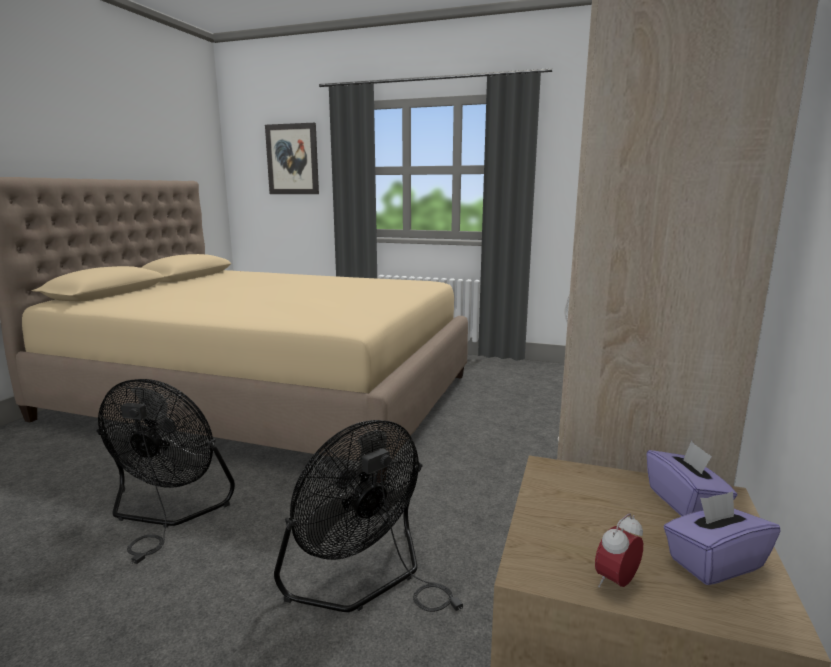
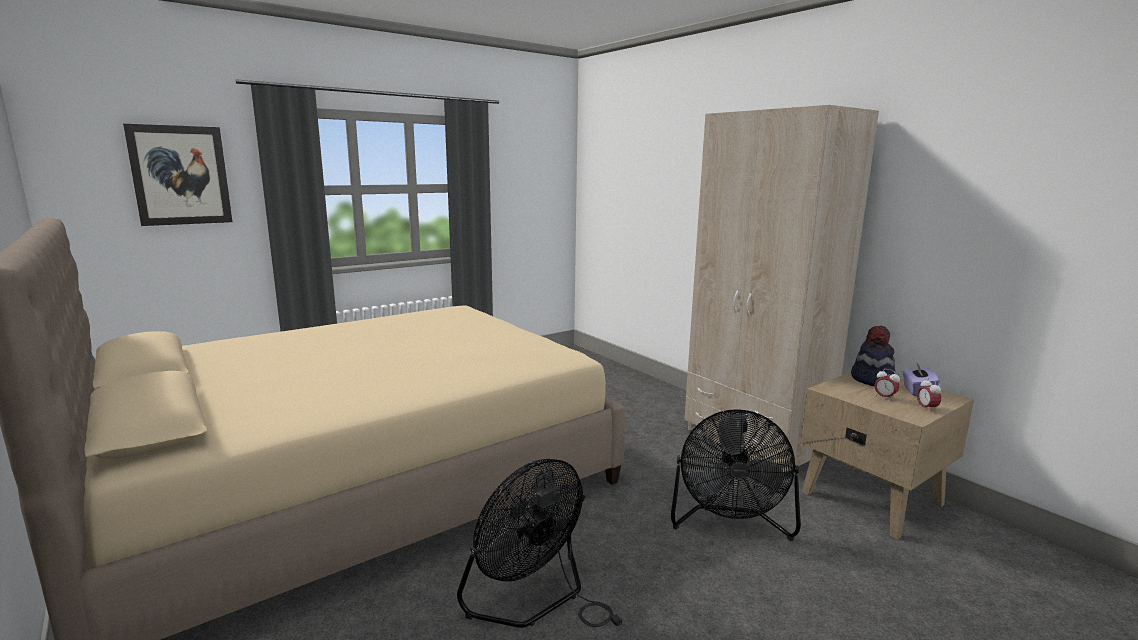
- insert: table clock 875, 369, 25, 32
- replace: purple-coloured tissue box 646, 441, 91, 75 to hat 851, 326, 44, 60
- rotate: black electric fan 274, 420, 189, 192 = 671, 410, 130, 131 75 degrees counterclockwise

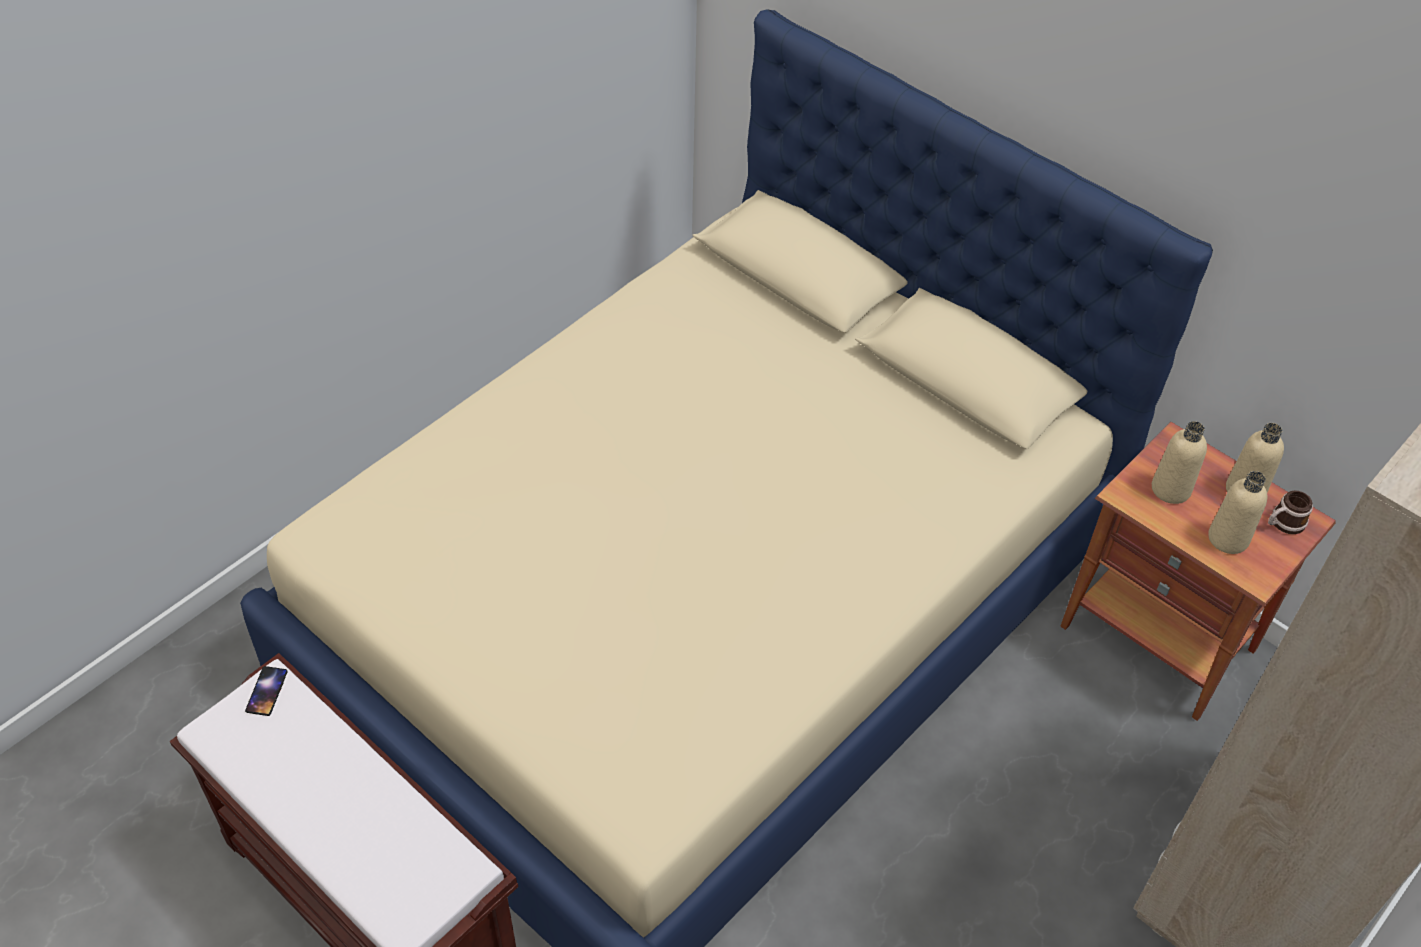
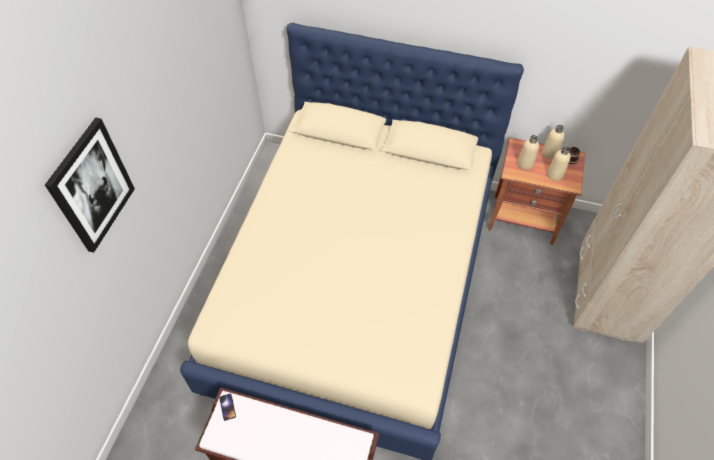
- insert: wall art 45, 117, 90, 136

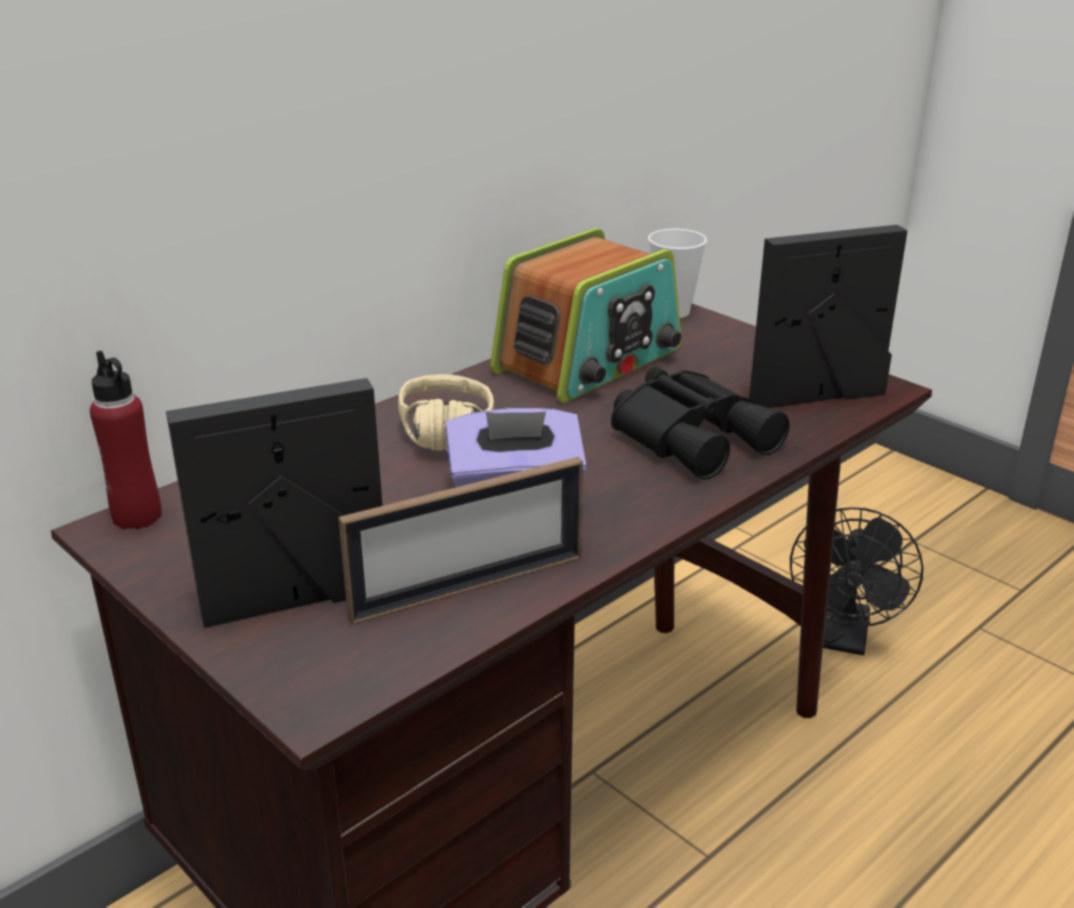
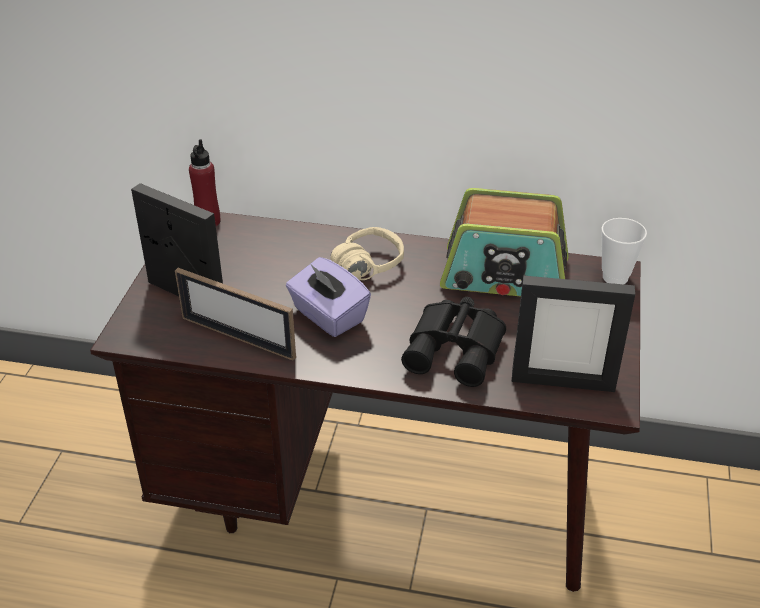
- delete: black electric fan 790, 507, 133, 148
- rotate: photo frame 749, 225, 158, 183 = 512, 276, 123, 116 150 degrees clockwise

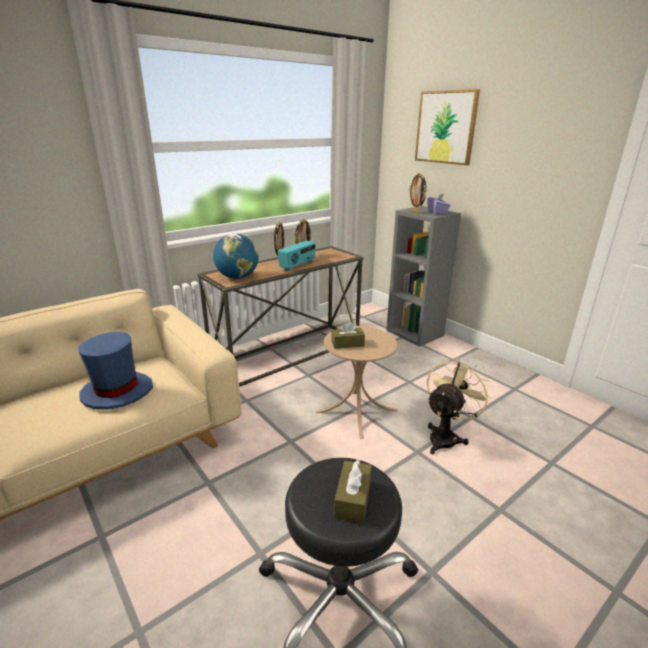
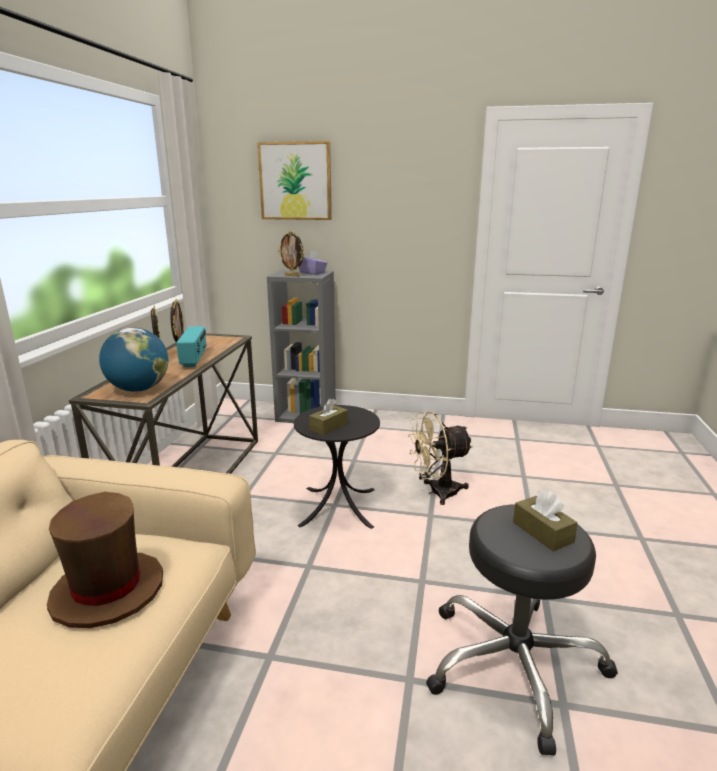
- recolor: bluish hat 78, 332, 75, 78 to brown-coloured hat 47, 492, 116, 136
- recolor: beige-coloured accent table 316, 326, 82, 113 to black accent table 294, 405, 86, 124
- rotate: beige-coloured electric fan 427, 357, 64, 97 = 407, 412, 66, 93 105 degrees counterclockwise

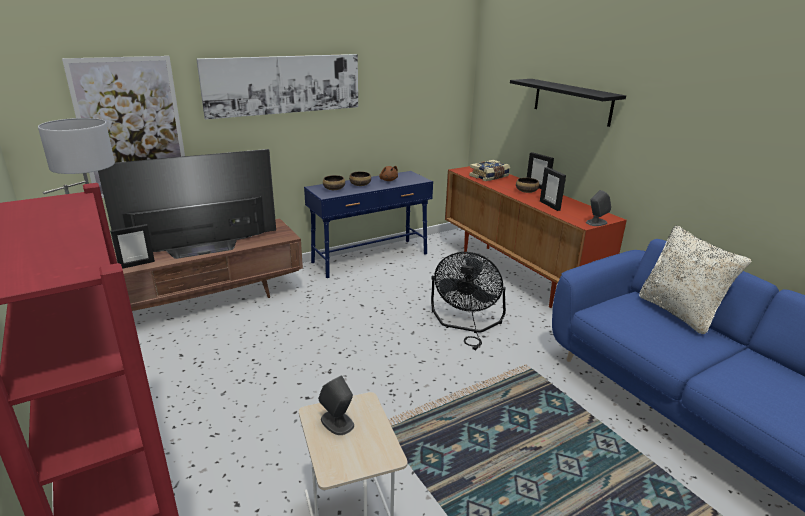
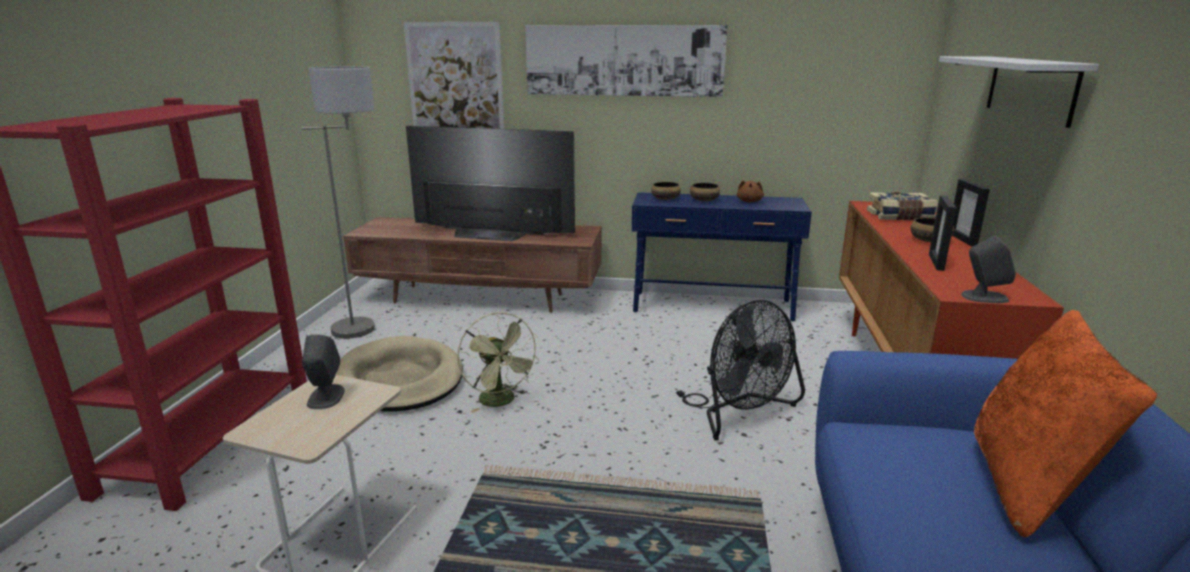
- delete: photo frame 110, 224, 45, 45
- insert: beige-coloured pet bed 336, 336, 127, 76
- insert: green-coloured electric fan 458, 312, 82, 101
- recolor: black wall shelf 510, 79, 116, 48 to white wall shelf 939, 56, 160, 72
- recolor: beige-coloured pillow 639, 225, 112, 109 to orange pillow 974, 310, 184, 228
- rotate: black electric fan 431, 252, 75, 98 = 677, 300, 128, 140 90 degrees clockwise

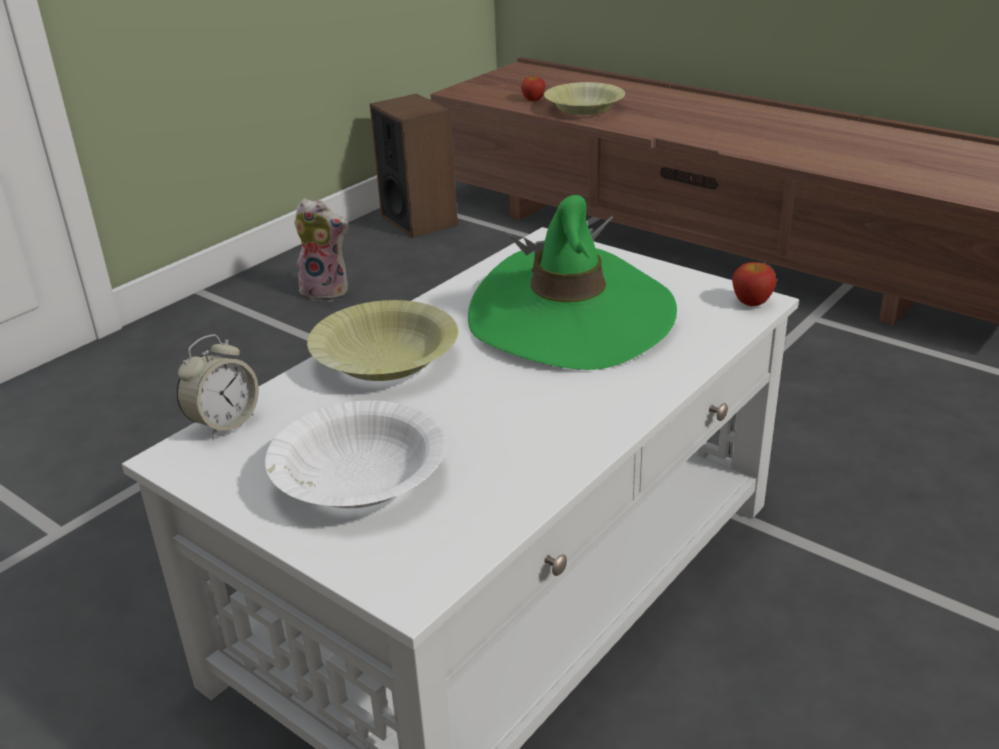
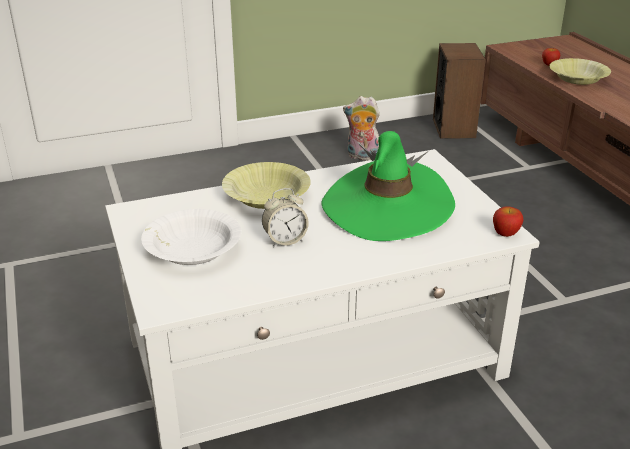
- move: table clock 177, 334, 82, 105 to 262, 188, 47, 59
- rotate: cuddly toy 294, 198, 54, 103 = 343, 96, 37, 65 150 degrees clockwise

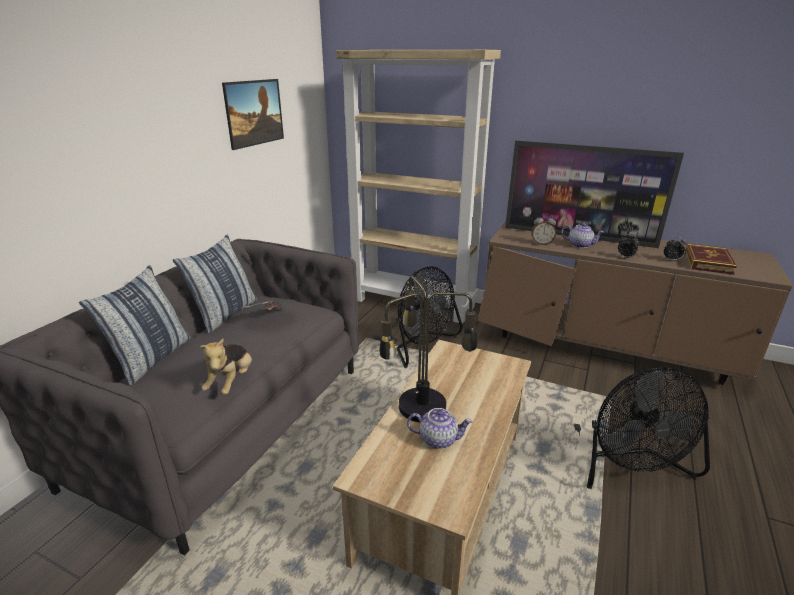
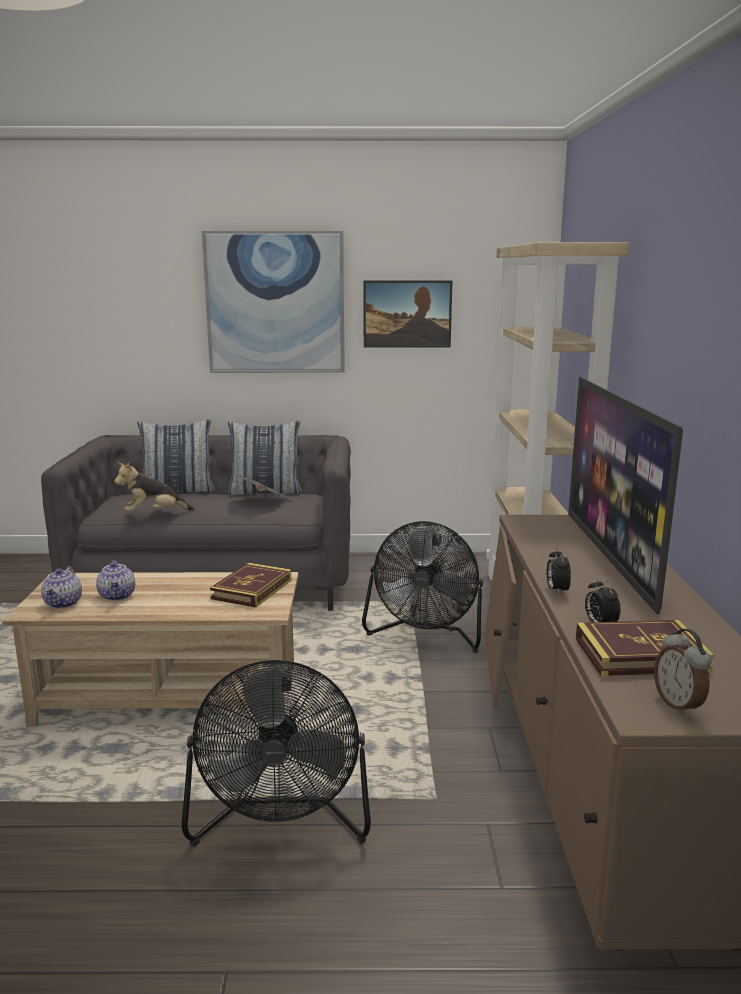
- delete: tabletop lamp 380, 276, 97, 146
- insert: wall art 202, 231, 143, 142
- insert: book 210, 563, 81, 45
- move: table clock 531, 214, 25, 31 to 654, 629, 57, 87
- move: pot for tea 561, 223, 43, 25 to 41, 566, 41, 42
- rotate: black electric fan 574, 367, 136, 122 = 181, 660, 190, 187 60 degrees counterclockwise

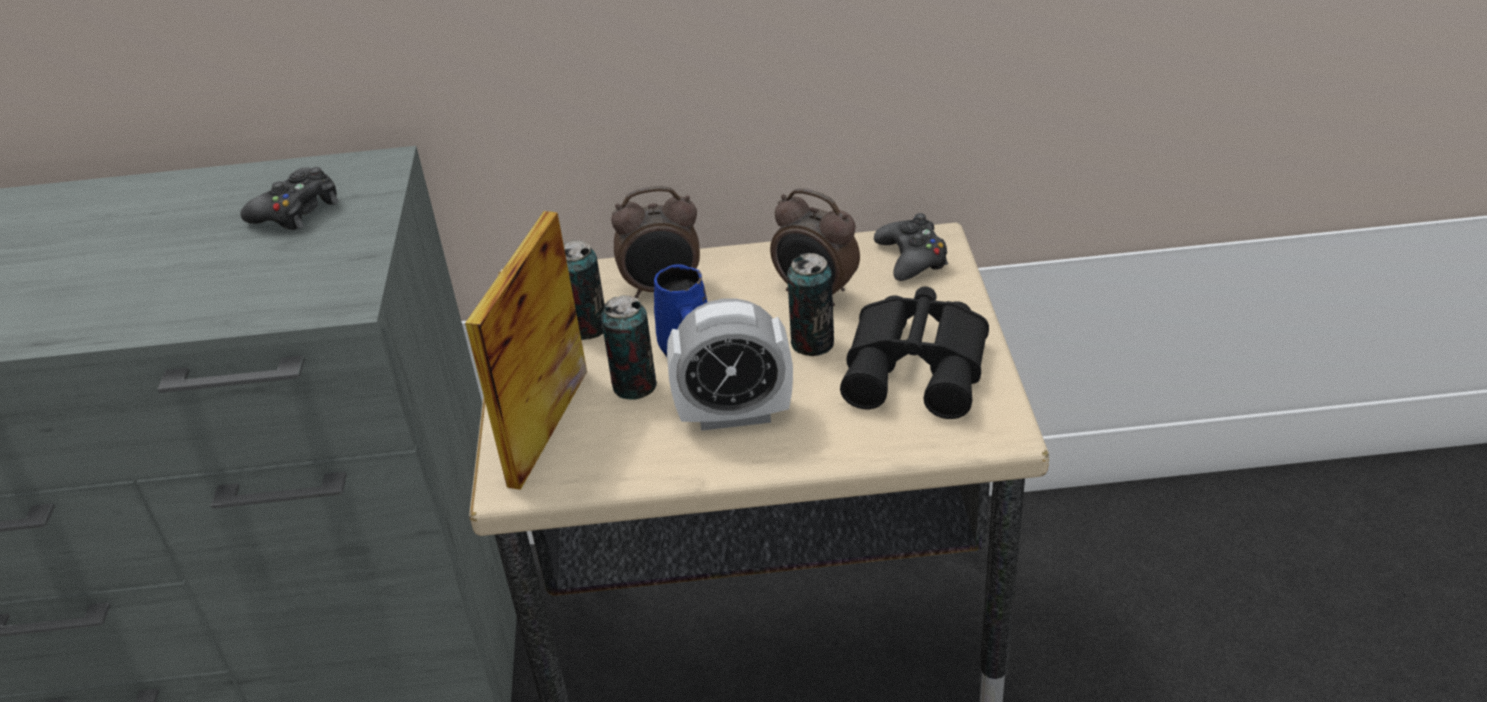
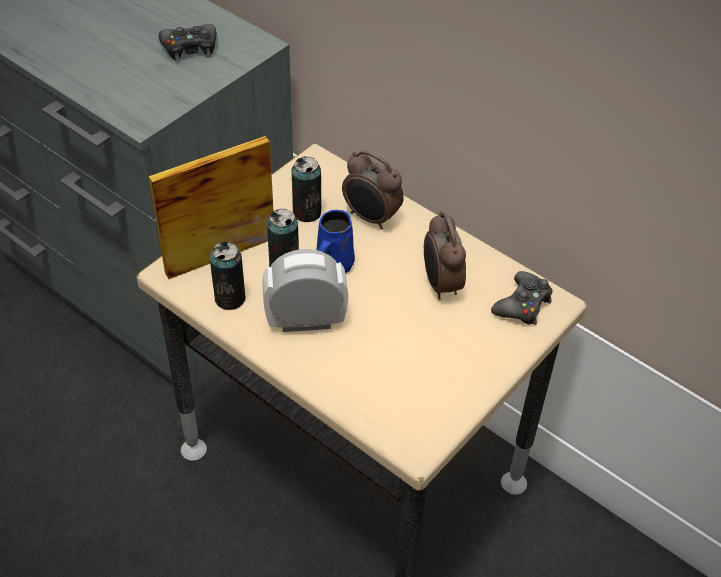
- delete: black field glasses 840, 286, 149, 133
- move: can 787, 253, 47, 103 to 210, 242, 36, 68
- rotate: table clock 667, 298, 126, 133 = 262, 249, 86, 83 135 degrees clockwise

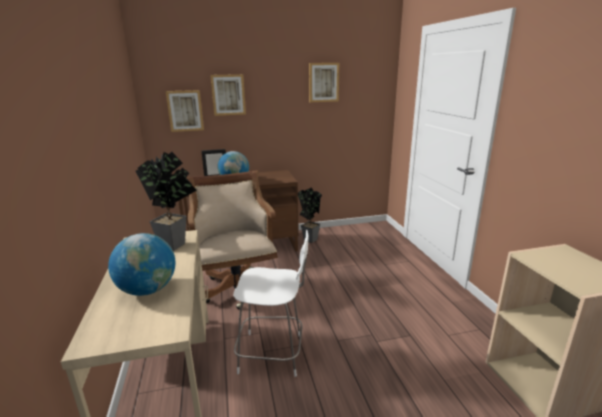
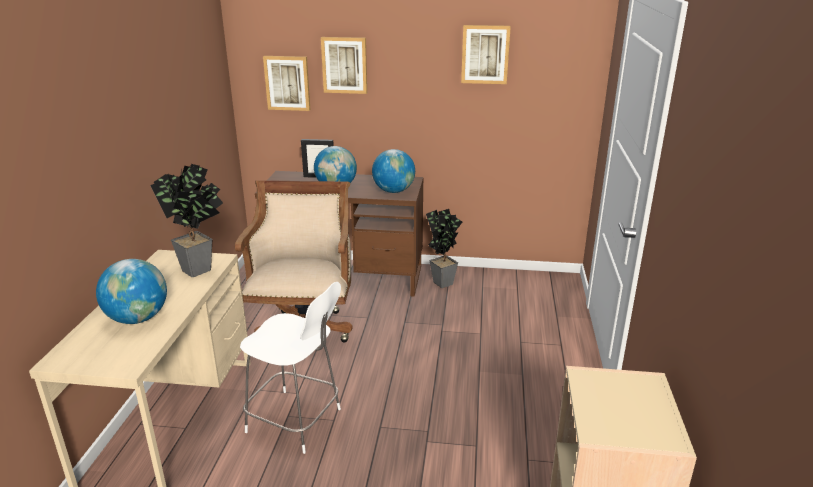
- insert: desk globe 372, 149, 43, 44

